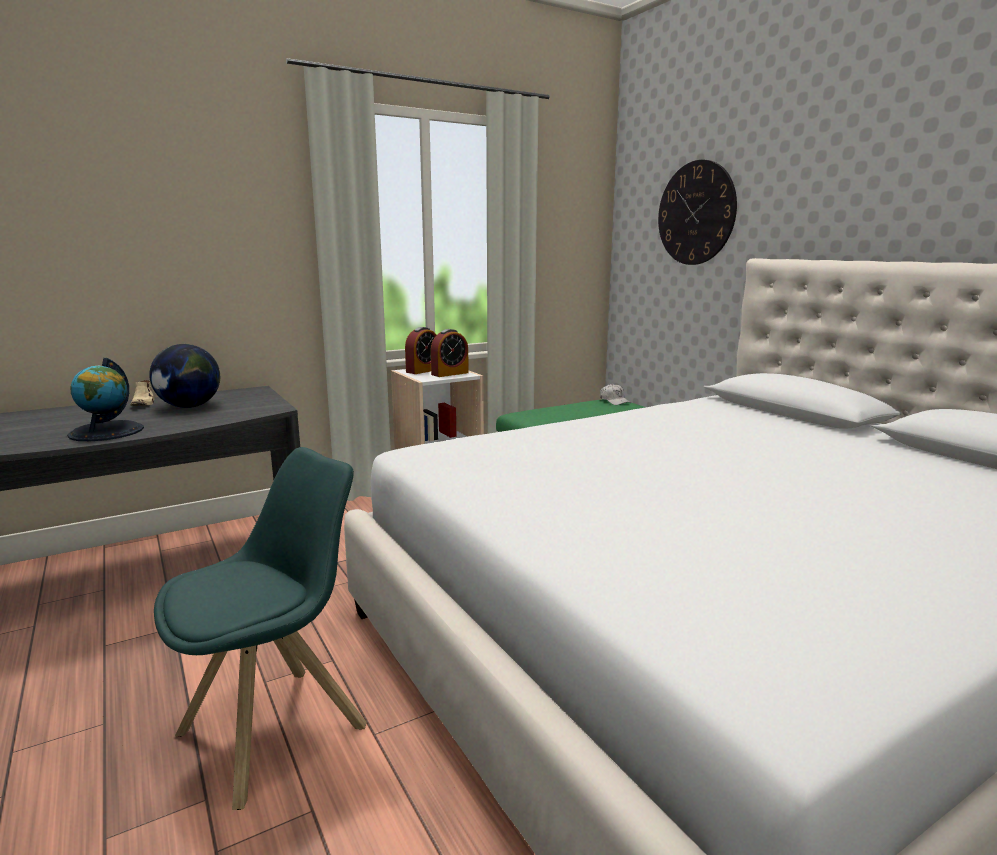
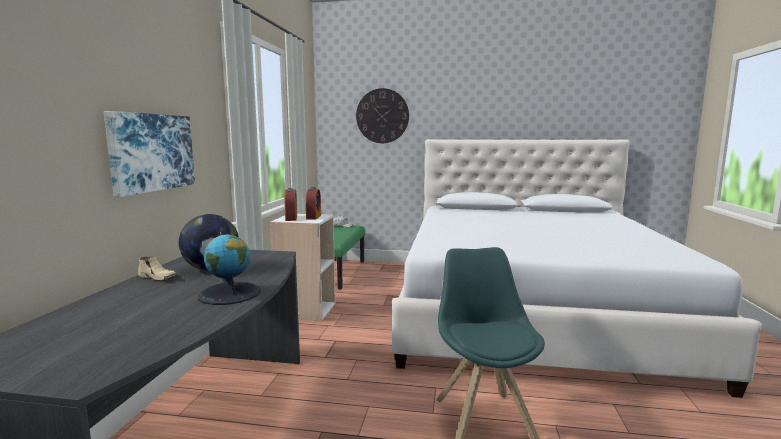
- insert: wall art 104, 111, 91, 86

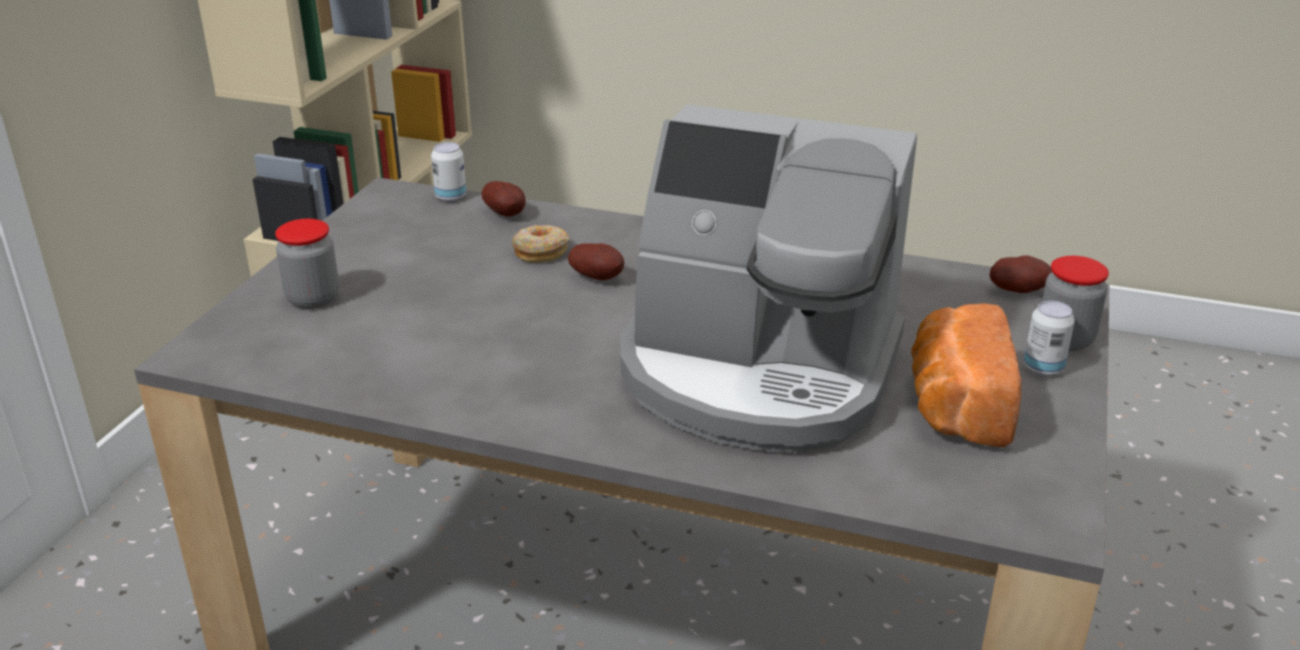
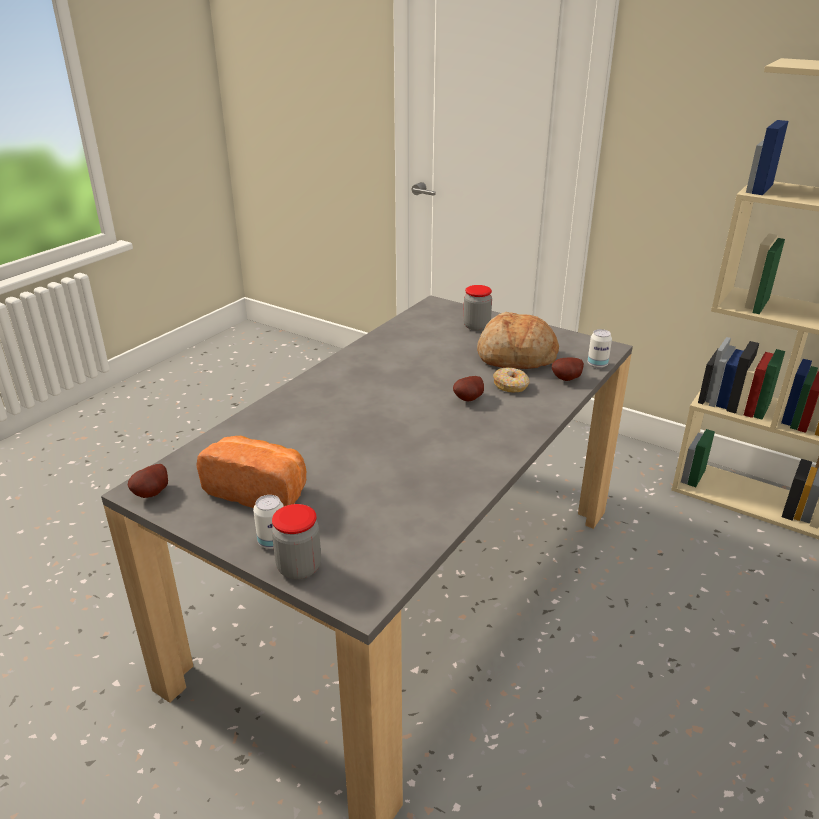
- delete: coffee maker 620, 104, 297, 349
- insert: bread 477, 312, 82, 57
- move: spud 989, 256, 63, 37 to 128, 464, 40, 34

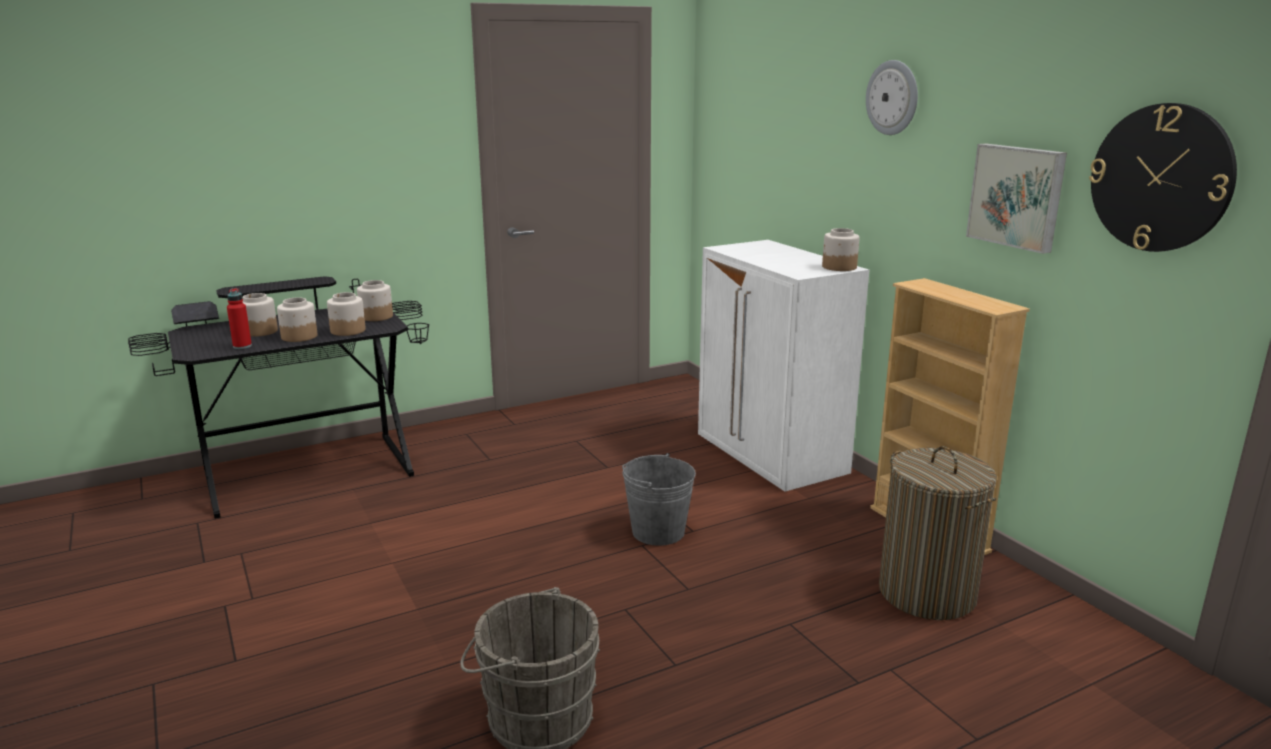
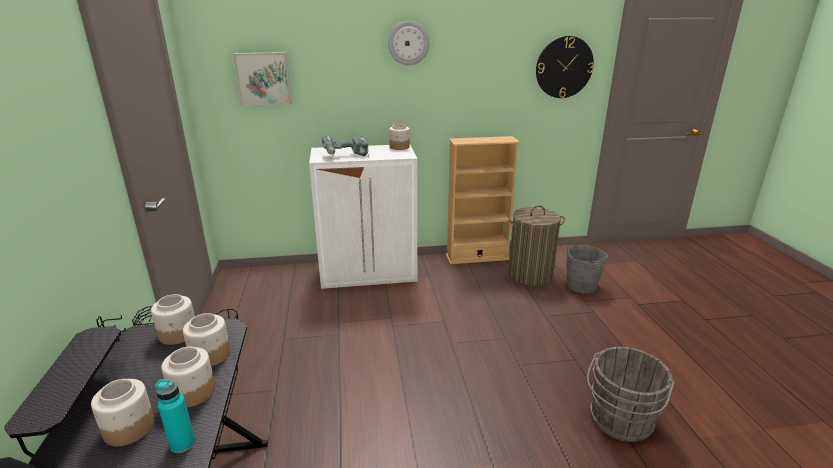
- insert: power drill 322, 135, 48, 22
- move: grey bucket 622, 453, 74, 93 to 566, 245, 42, 49
- move: wall art 966, 143, 101, 111 to 233, 52, 58, 53
- recolor: red beverage bottle 227, 288, 25, 61 to turquoise beverage bottle 155, 379, 40, 74

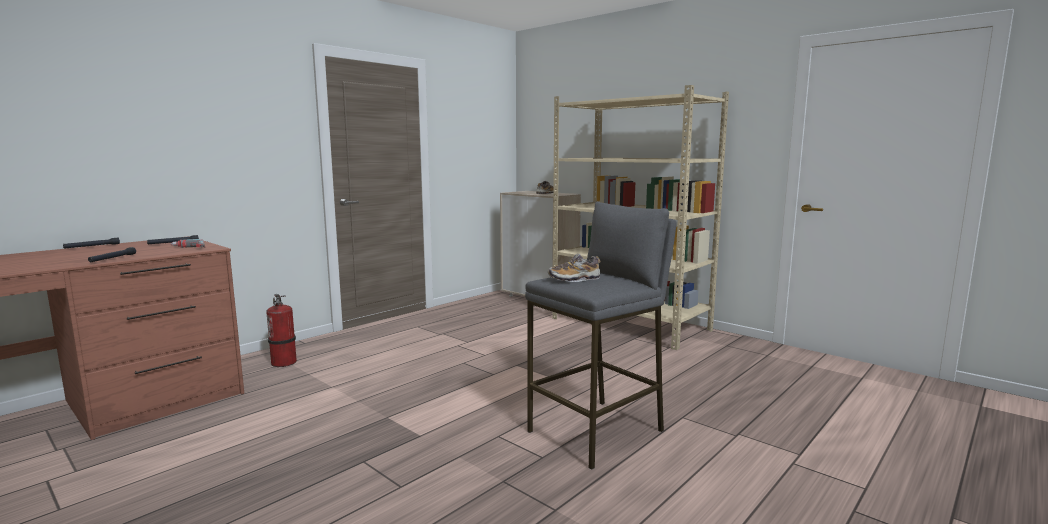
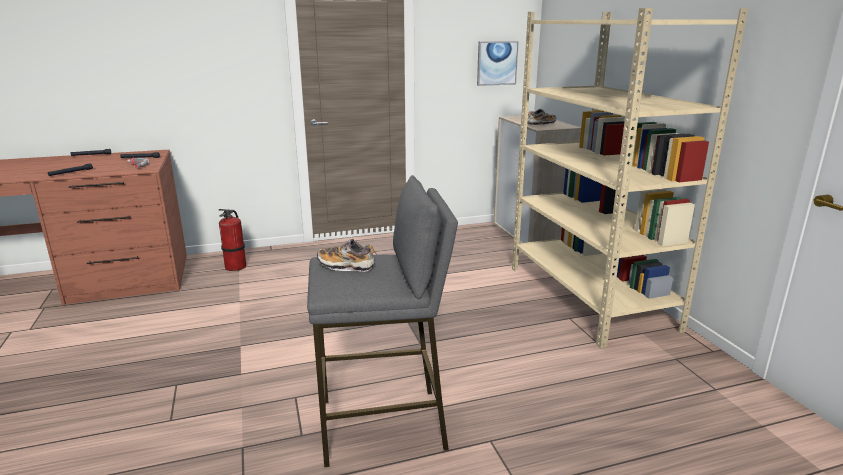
- insert: wall art 477, 41, 42, 45

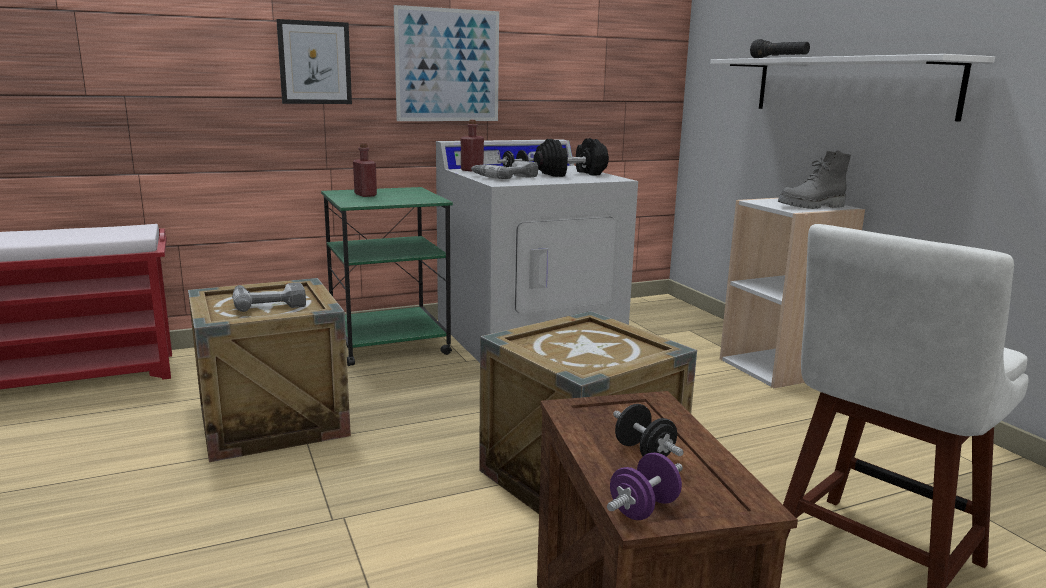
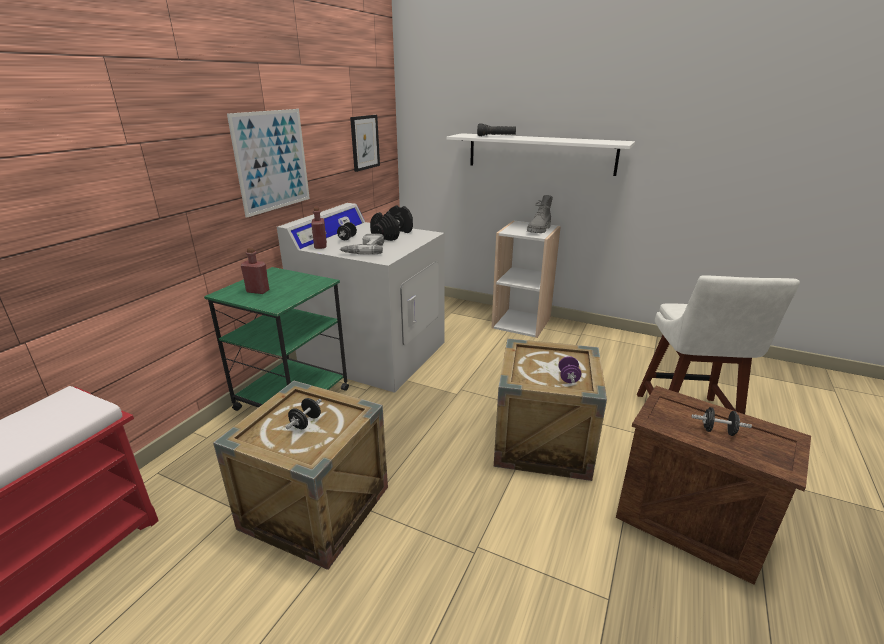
- move: wall art 276, 19, 76, 85 to 350, 115, 30, 57
- move: purple-coloured dumbbell 607, 453, 76, 67 to 559, 356, 22, 27
- replace: power drill 232, 282, 74, 30 to black dumbbell 286, 398, 36, 31

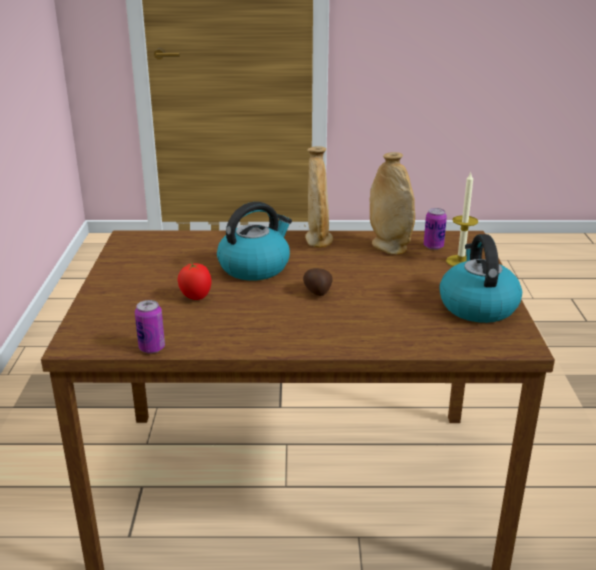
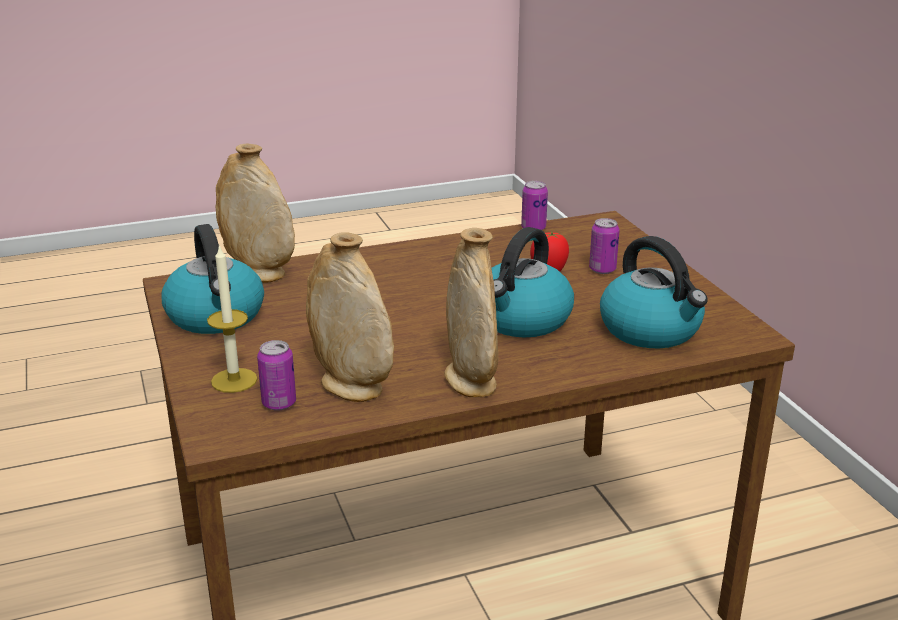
- delete: spud 303, 268, 30, 28
- insert: beige-coloured flower vase 216, 144, 79, 139
- insert: can 589, 218, 30, 56
- insert: kettle 600, 236, 108, 112

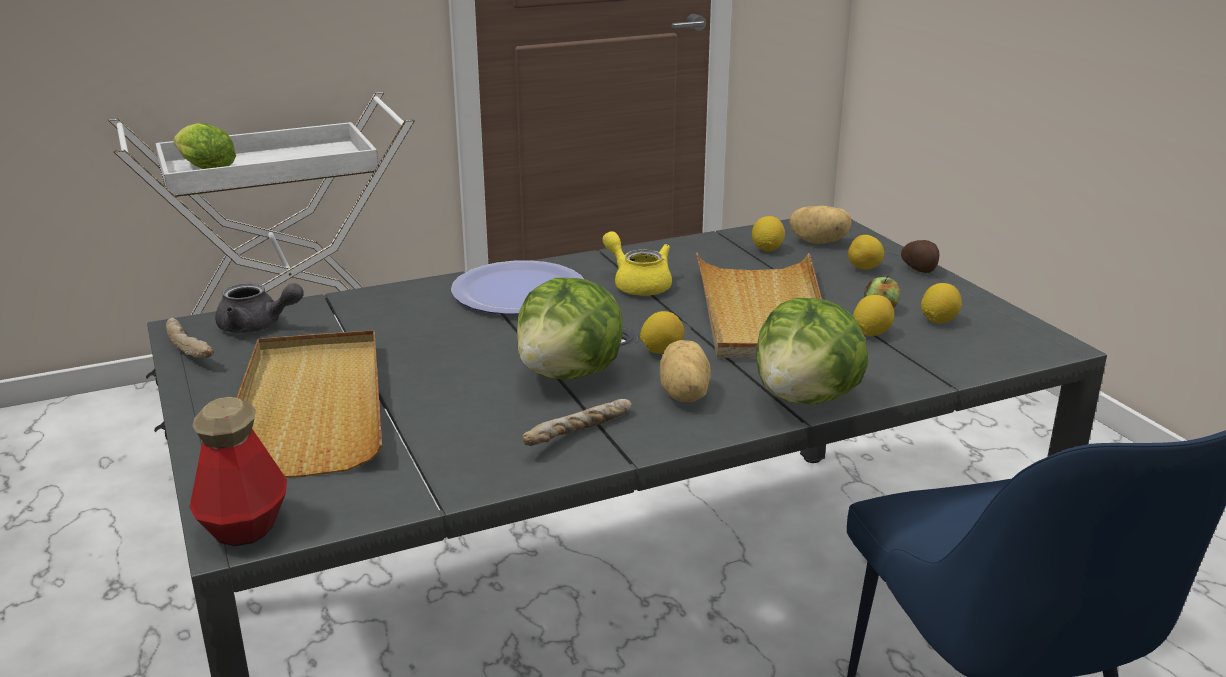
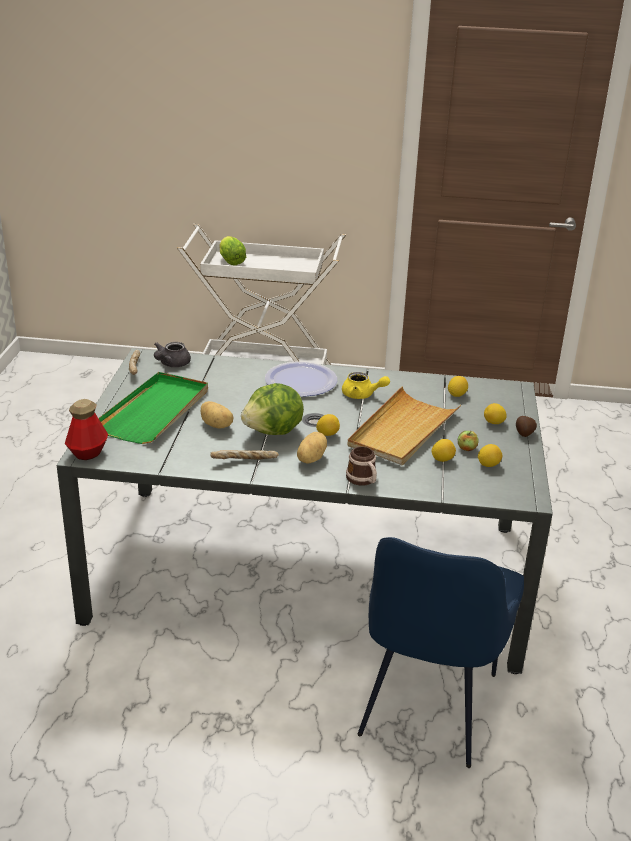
- move: spud 789, 206, 63, 38 to 201, 401, 32, 28
- replace: lettuce head 756, 298, 112, 106 to coffee mug 346, 447, 31, 39
- recolor: beige-coloured carrying tray 237, 330, 145, 148 to green-coloured carrying tray 99, 372, 109, 72
- rotate: grey pot for tea 215, 283, 89, 50 = 154, 342, 37, 25 75 degrees clockwise
- rotate: yellowish pot for tea 603, 231, 69, 65 = 342, 372, 48, 27 120 degrees clockwise

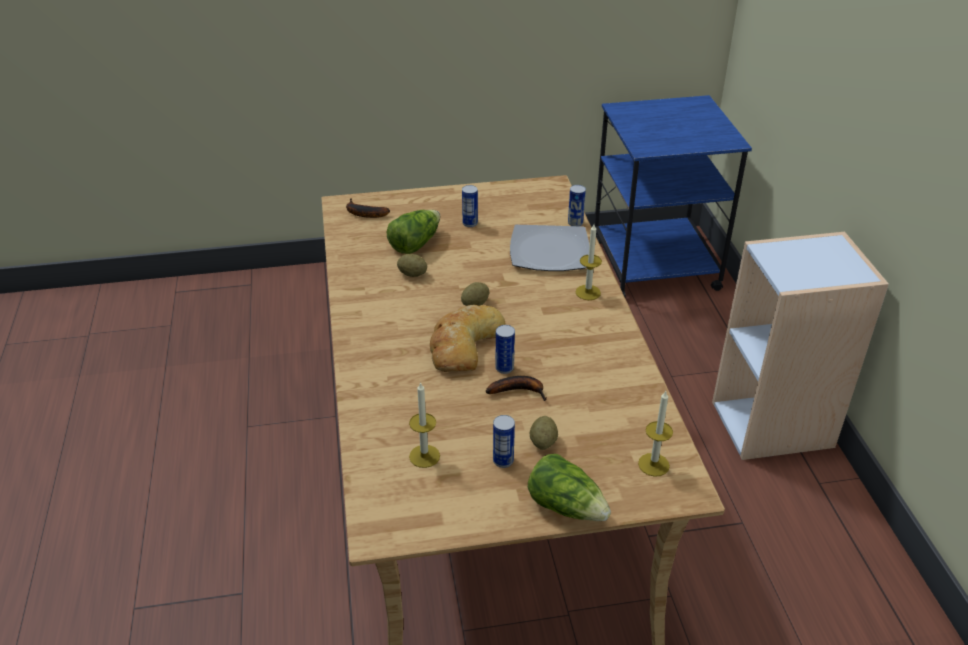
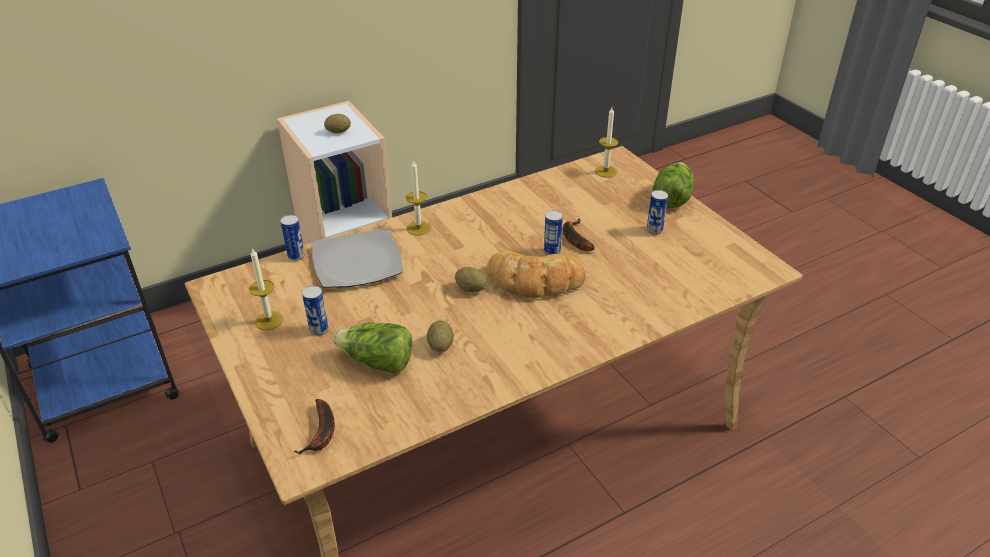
- move: wax light 409, 382, 31, 86 to 249, 248, 35, 82
- move: spud 530, 416, 28, 34 to 324, 114, 27, 19

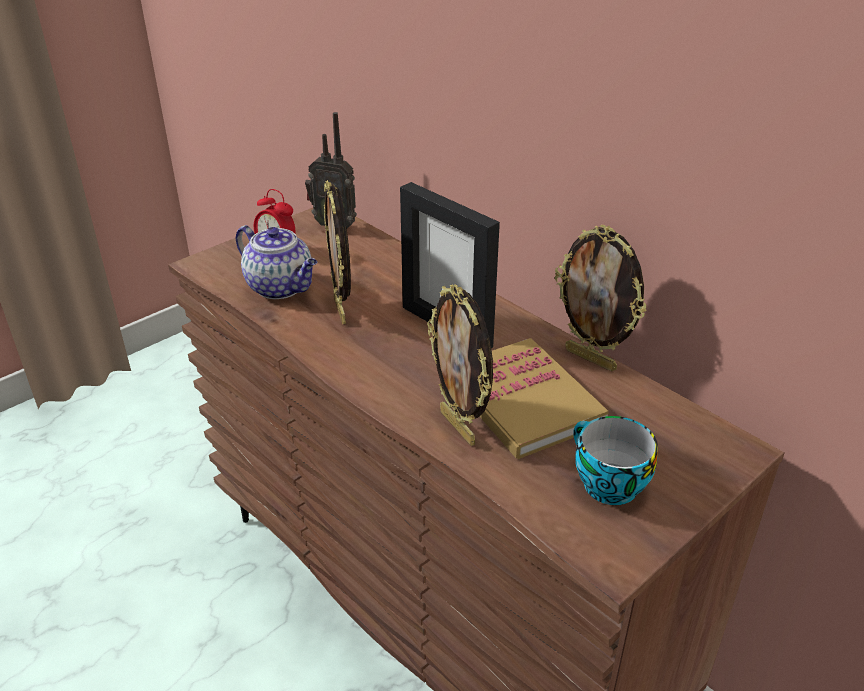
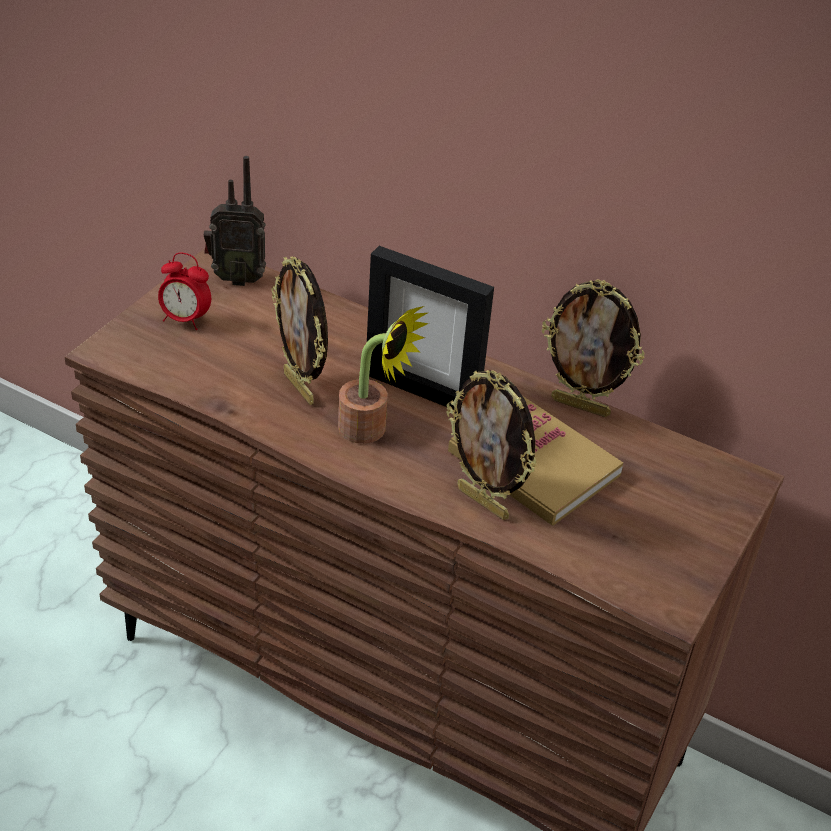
- delete: pot for tea 236, 225, 81, 74
- delete: cup 573, 416, 85, 89
- insert: plant in a pot 338, 306, 91, 138

